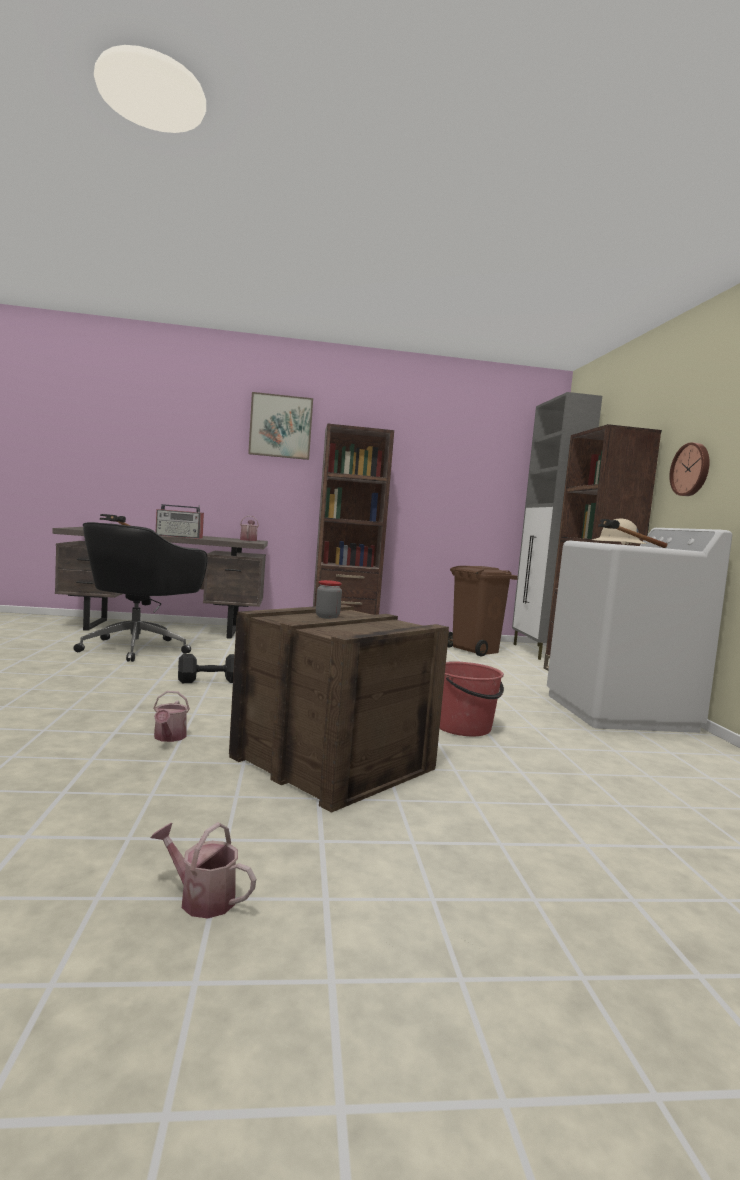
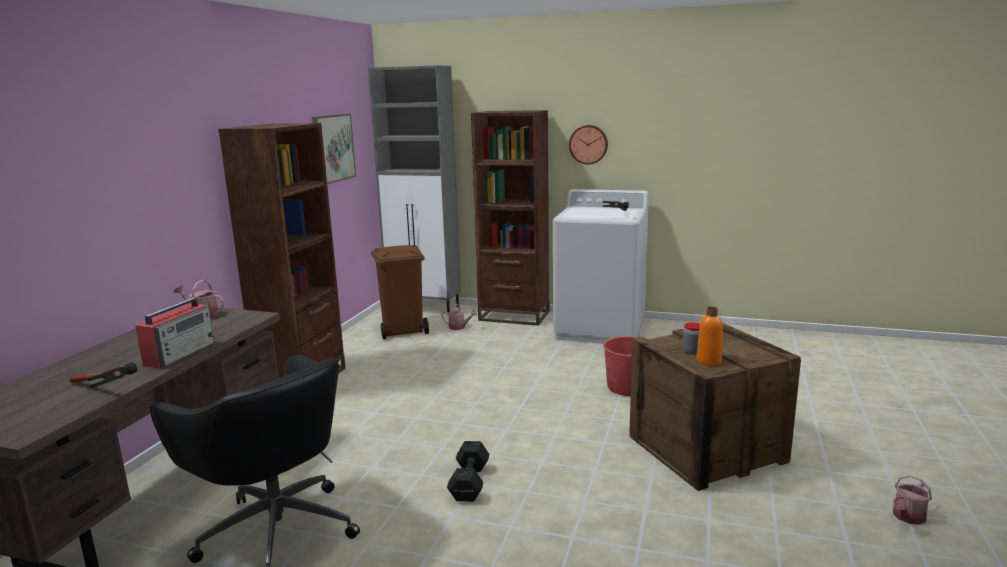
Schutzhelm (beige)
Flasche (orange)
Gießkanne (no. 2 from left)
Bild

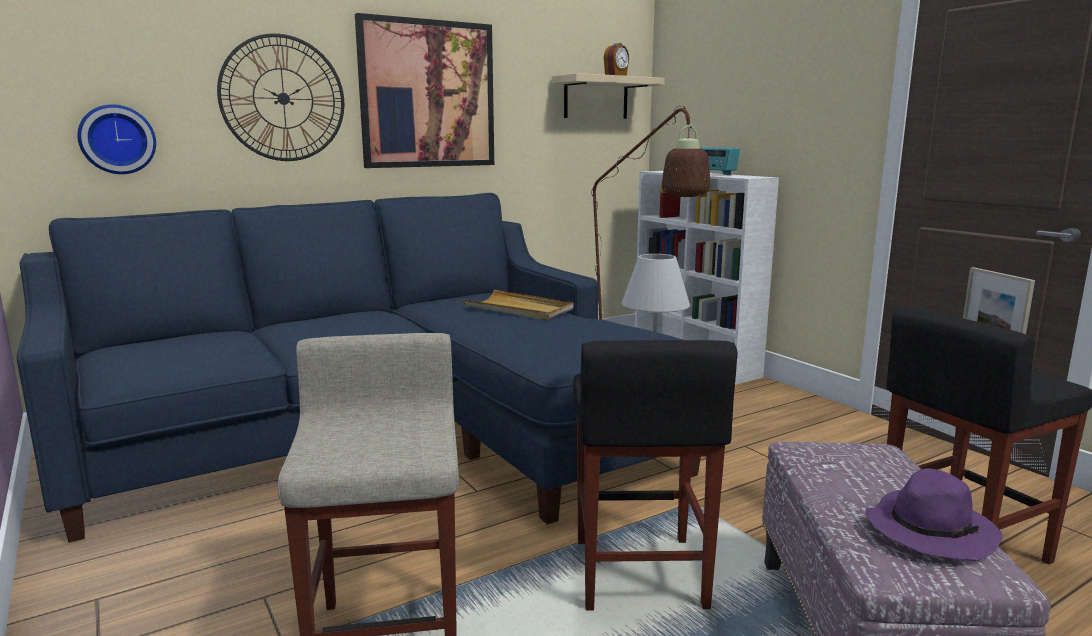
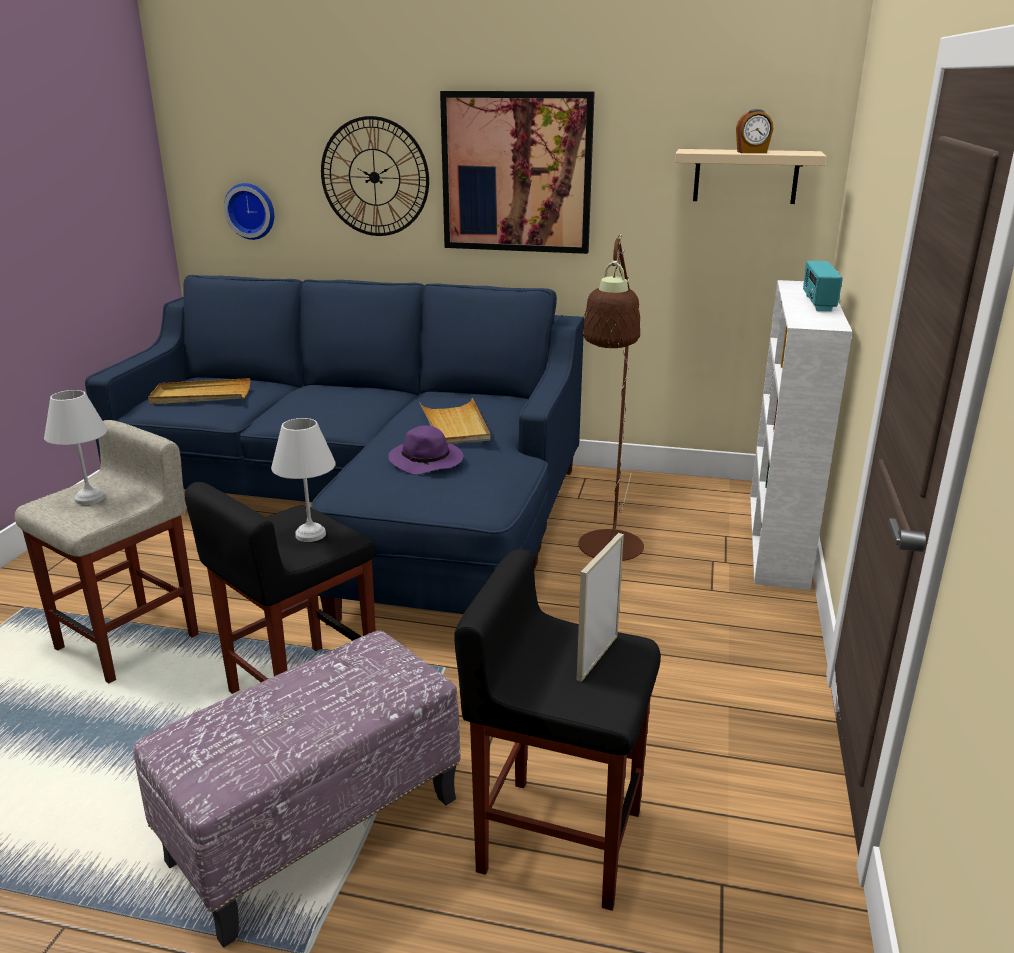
Tischlampe (weiß) (no. 1 from left)
Tablett (beige) (no. 1 from left)
Hut (lila)

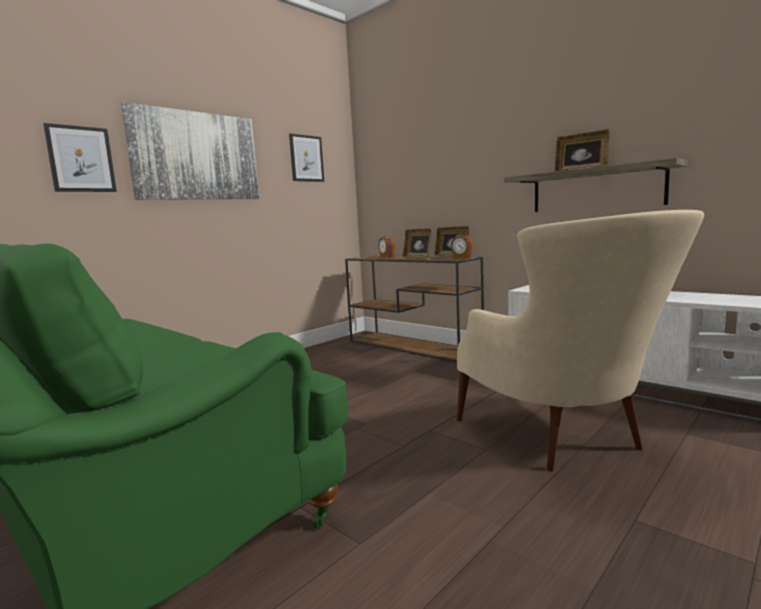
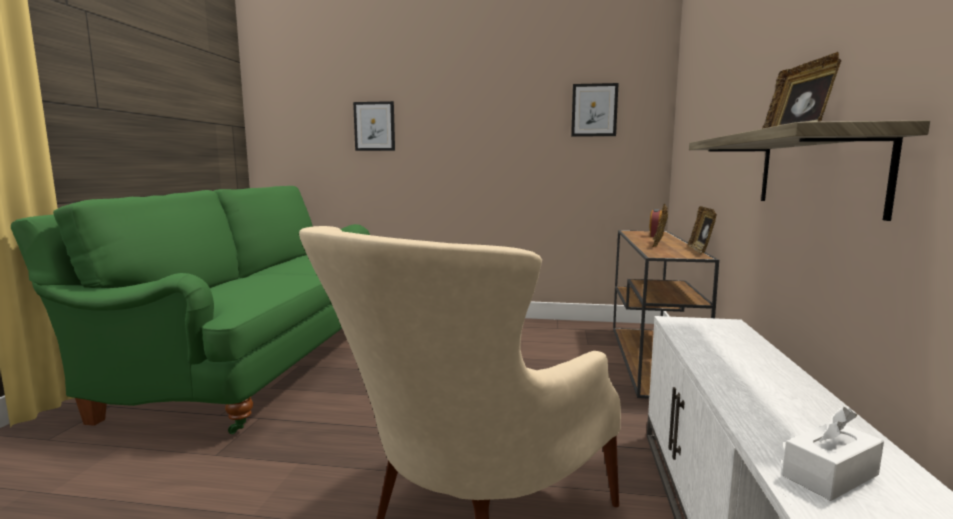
Bild (no. 2 from left in the first image)
Wecker (no. 2 from left in the first image)
Taschentuchbox (weiß)

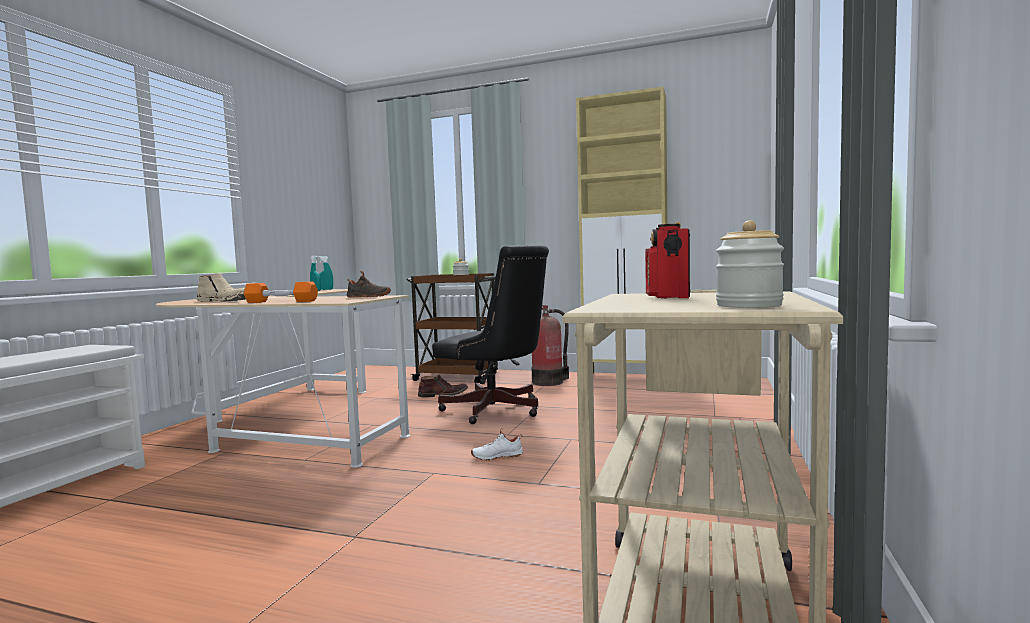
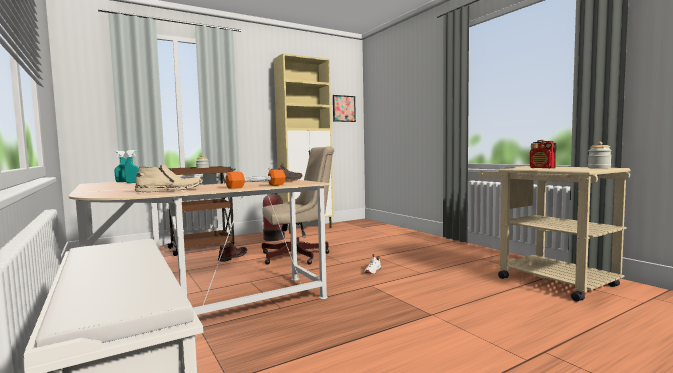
Bild
Bürostuhl (beige)

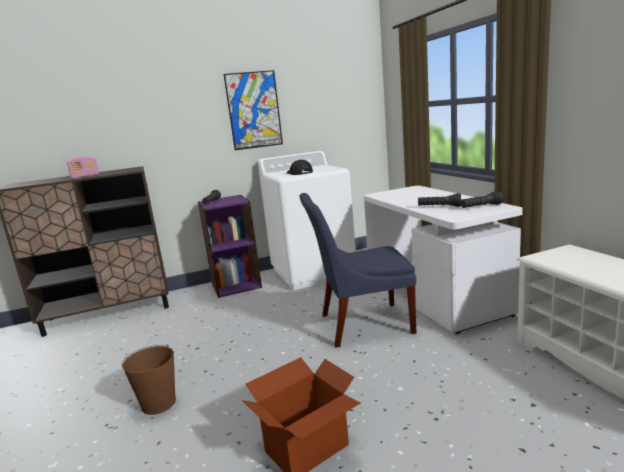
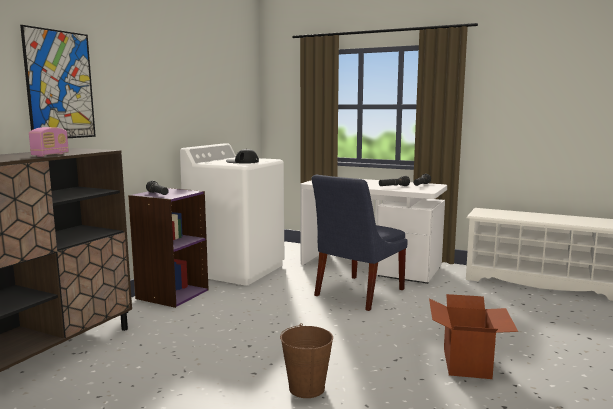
Bild

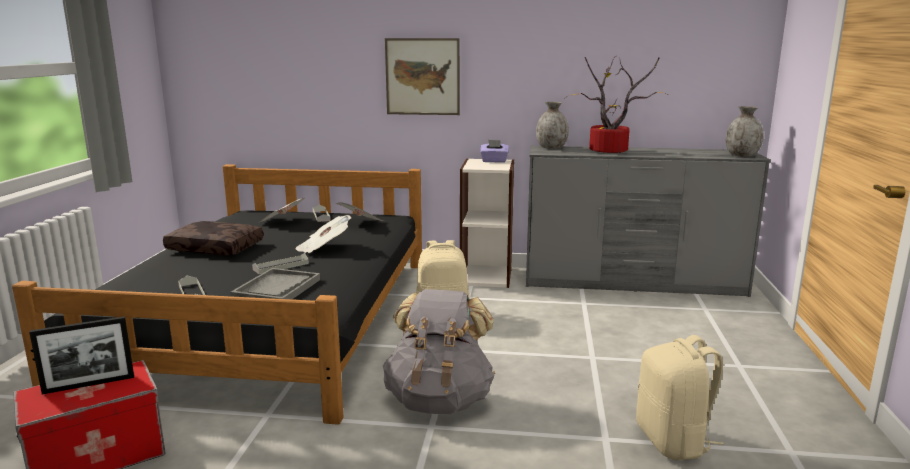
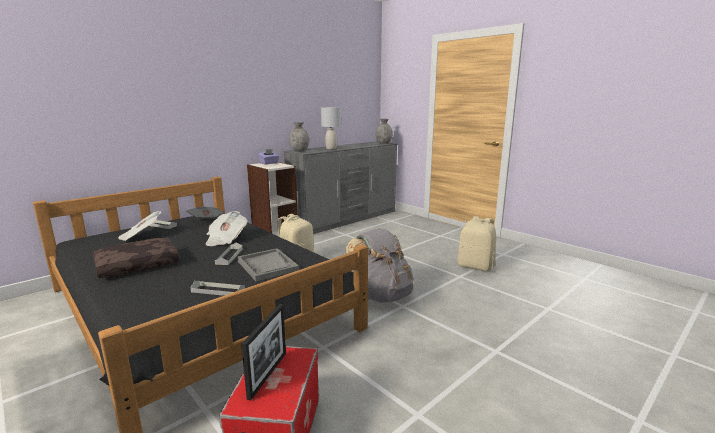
Bild
Tischlampe (grau)

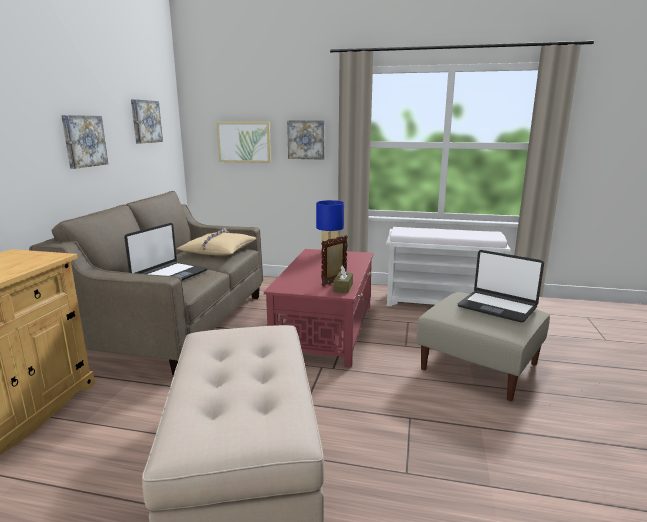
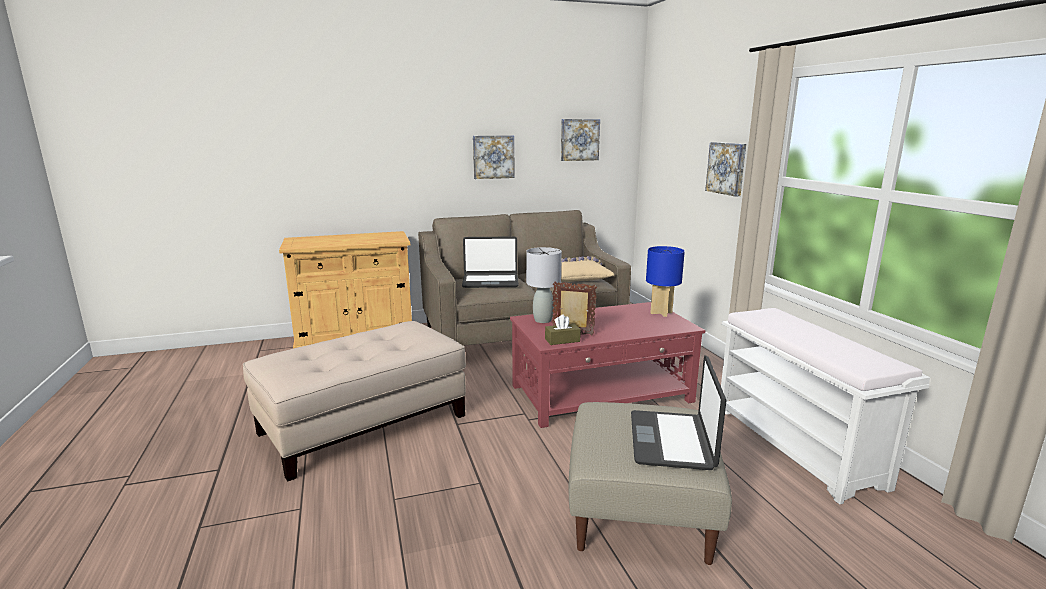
Bild (no. 3 from left in the first image)
Tischlampe (grau)

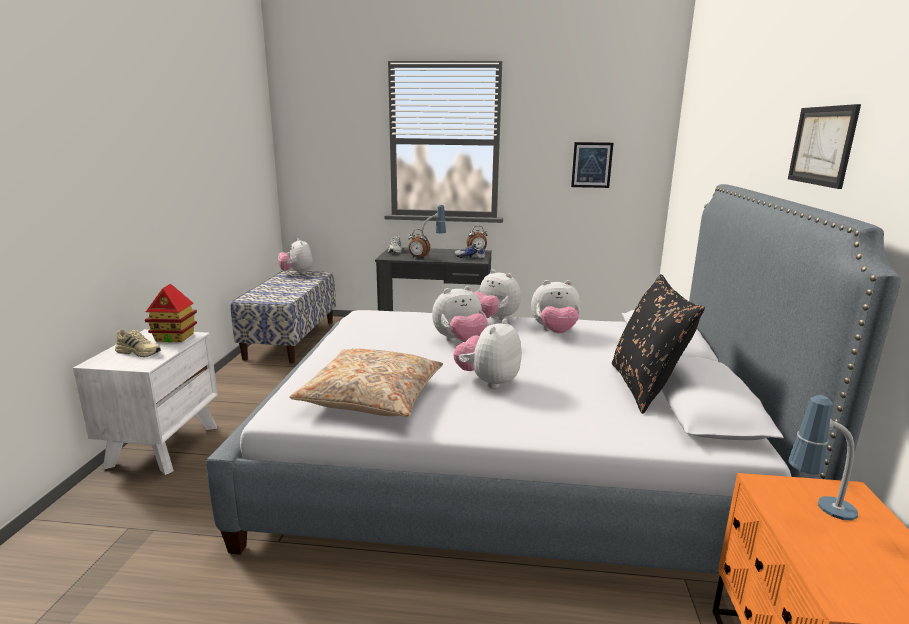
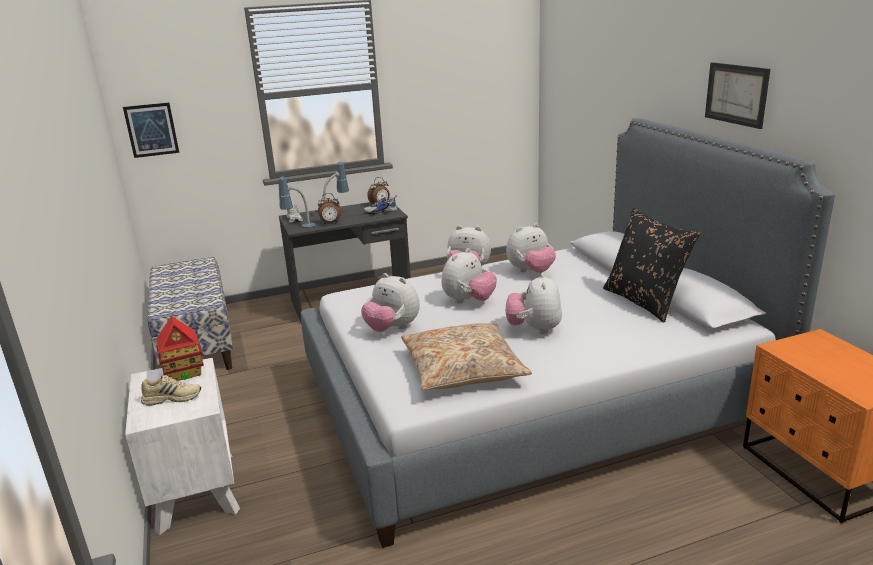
Plüschtier (no. 1 from left)
Bild (no. 1 from left)
Tischlampe (no. 1 from left)

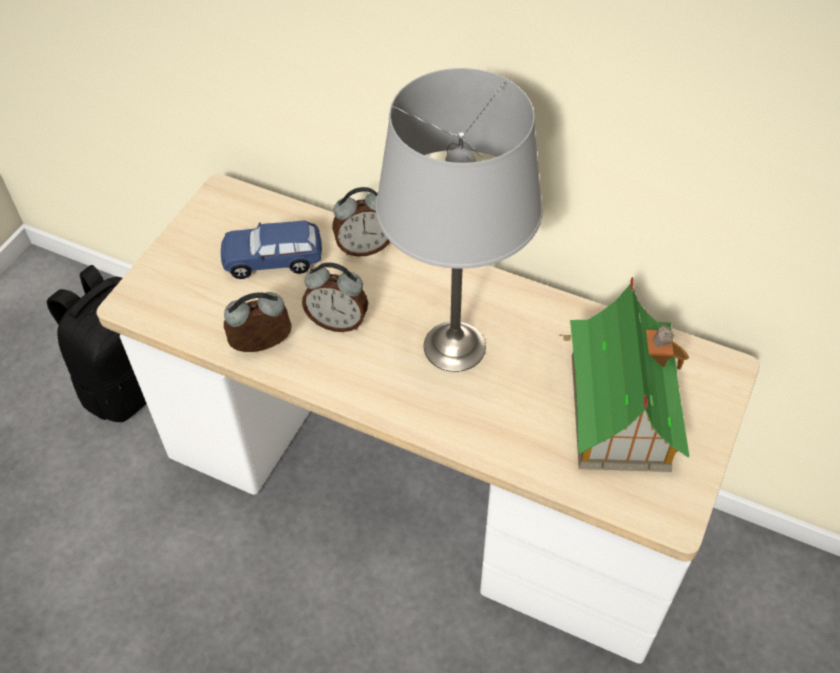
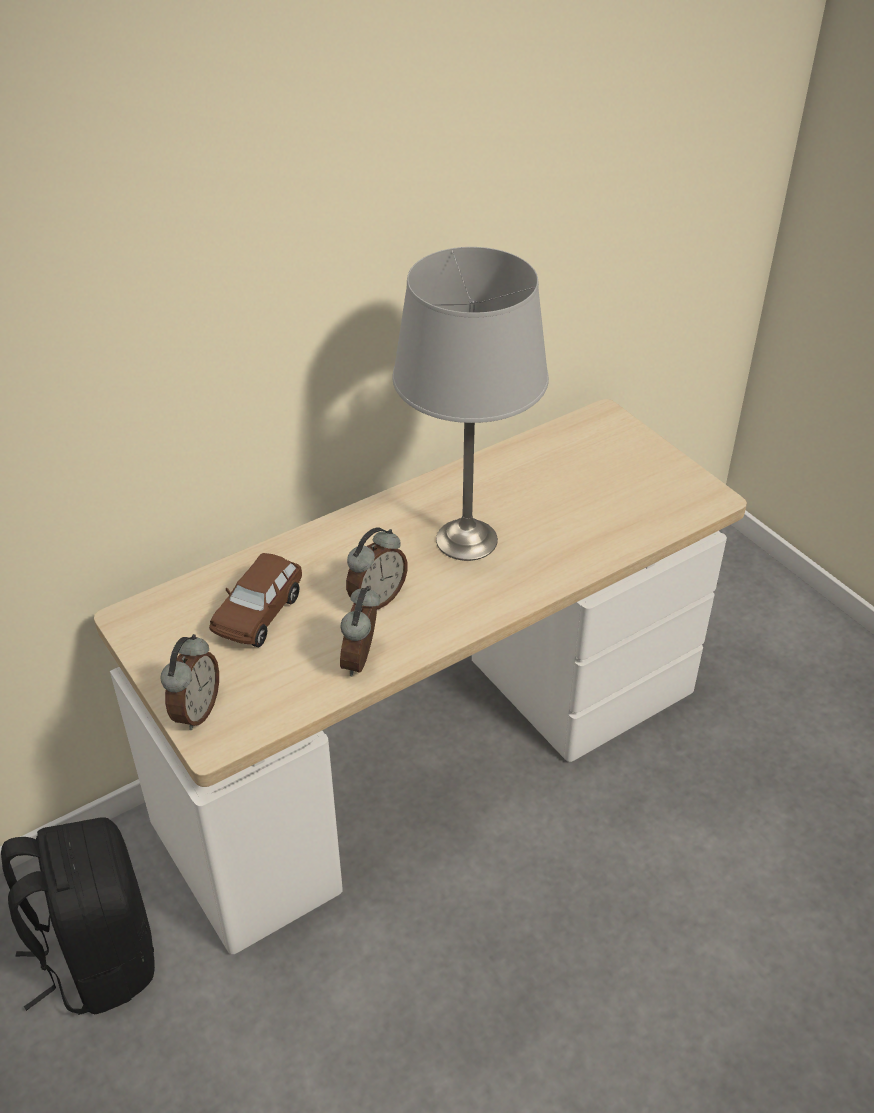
Spielzeughaus
Wecker (no. 1 from left)
Spielzeugauto (braun)

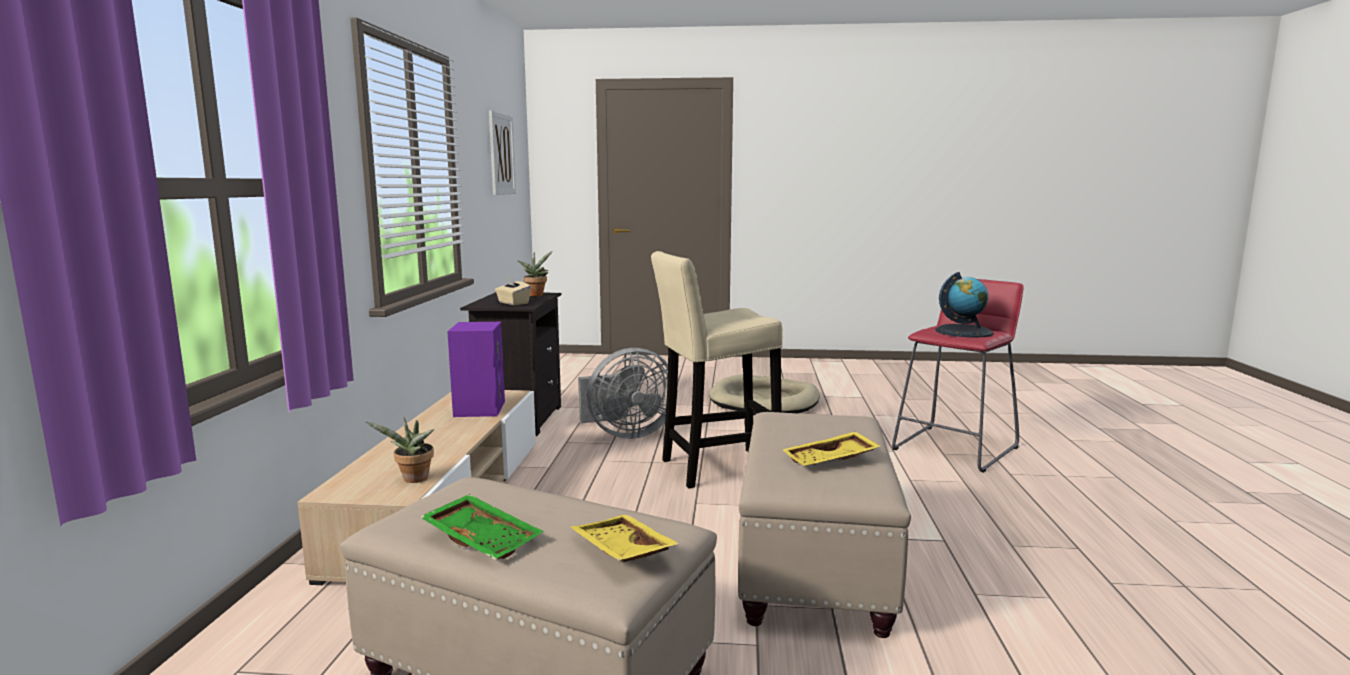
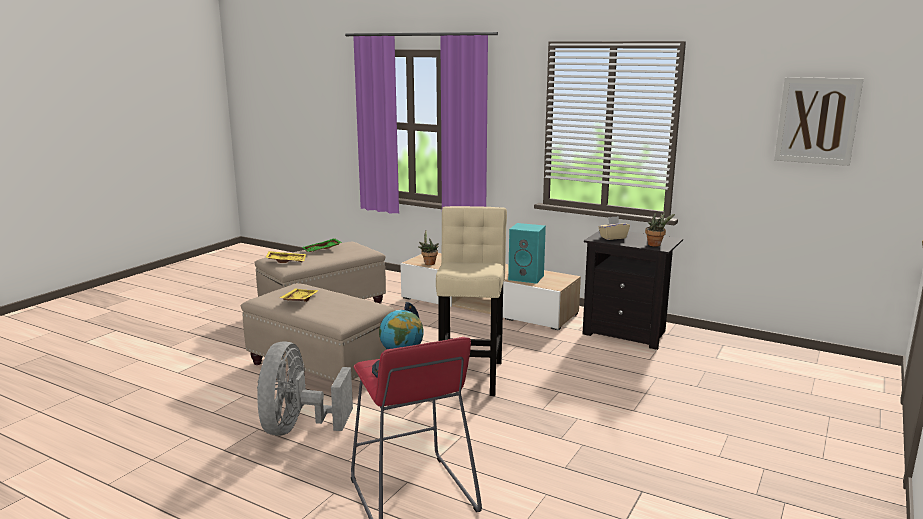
Hundebett (beige)
Ventilator (grau)
Lautsprecher (türkis)

